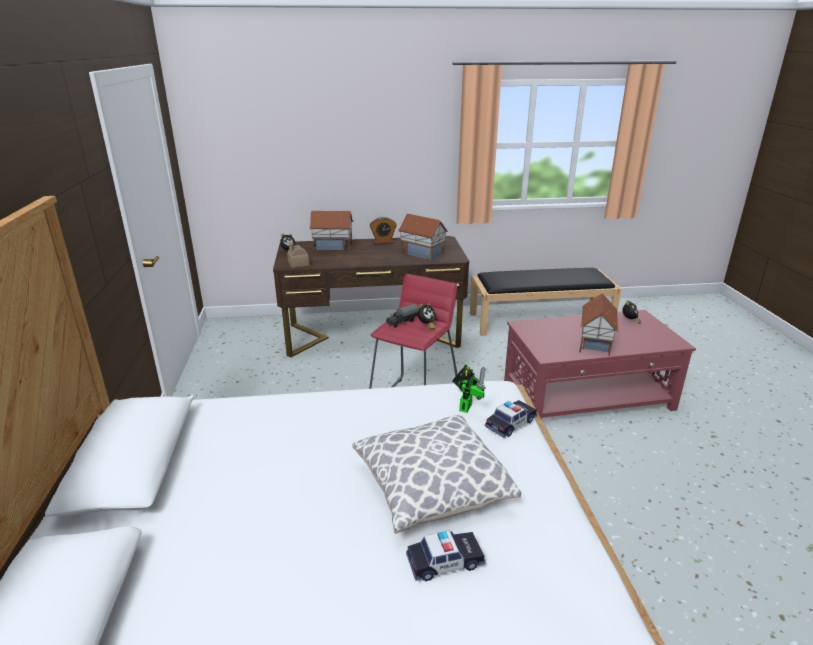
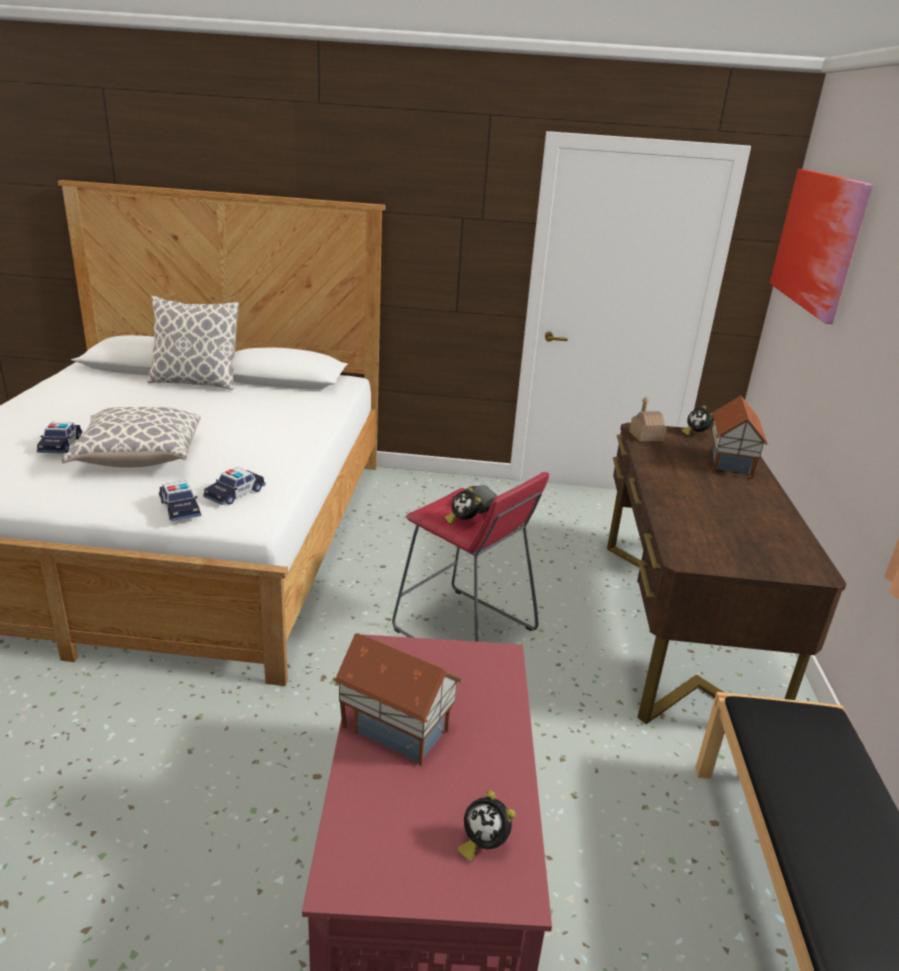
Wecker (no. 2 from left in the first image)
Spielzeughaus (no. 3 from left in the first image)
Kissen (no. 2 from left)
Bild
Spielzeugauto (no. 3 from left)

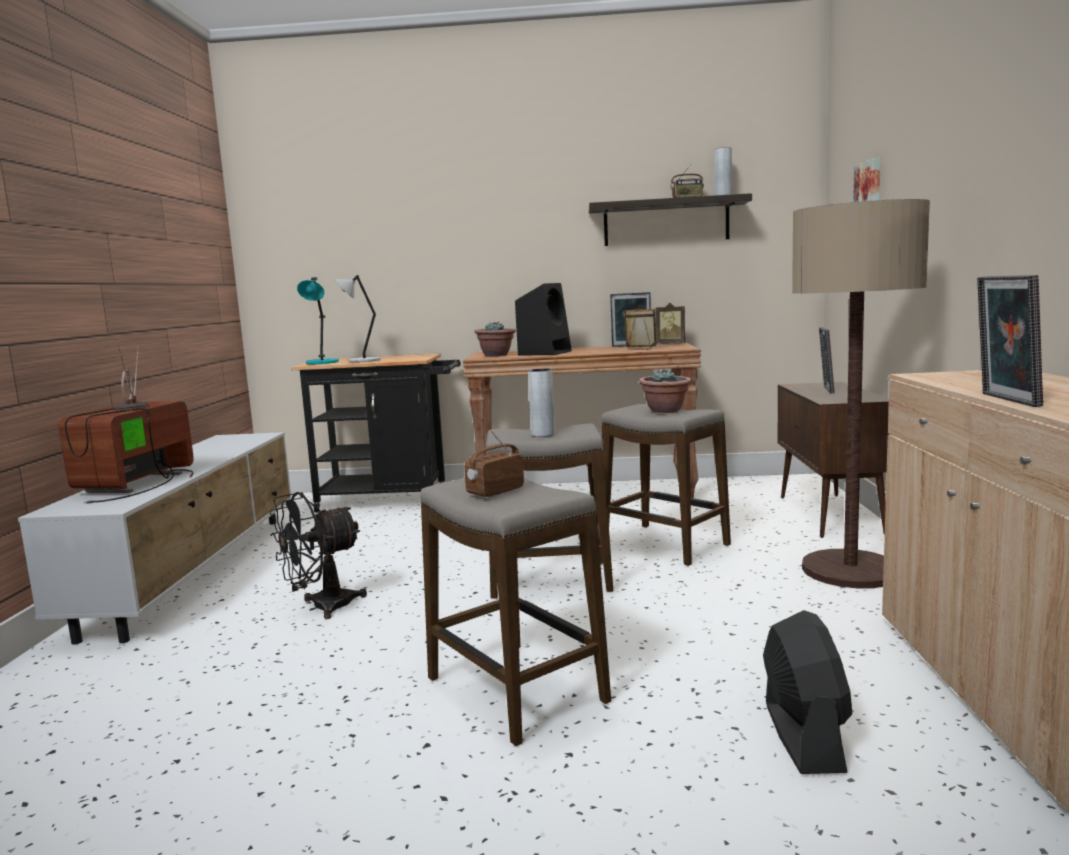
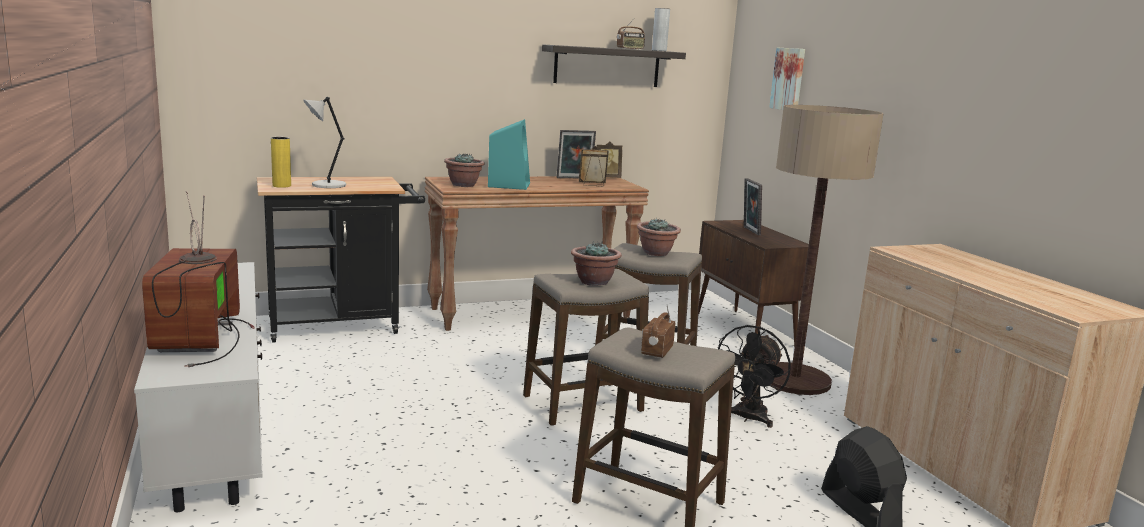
Bilderrahmen (no. 5 from left in the first image)
Ventilator (schwarz) (no. 1 from left)
Vase (gelb)
Topfpflanze (no. 2 from left)
Lautsprecher (türkis)

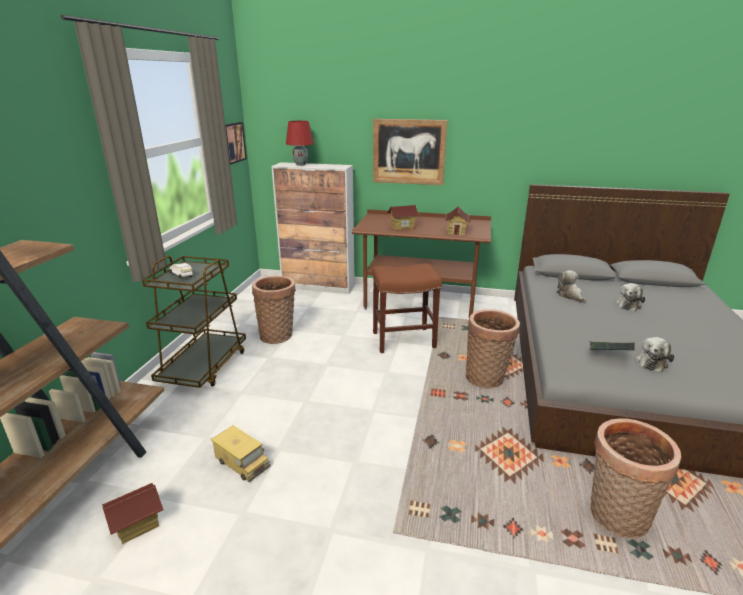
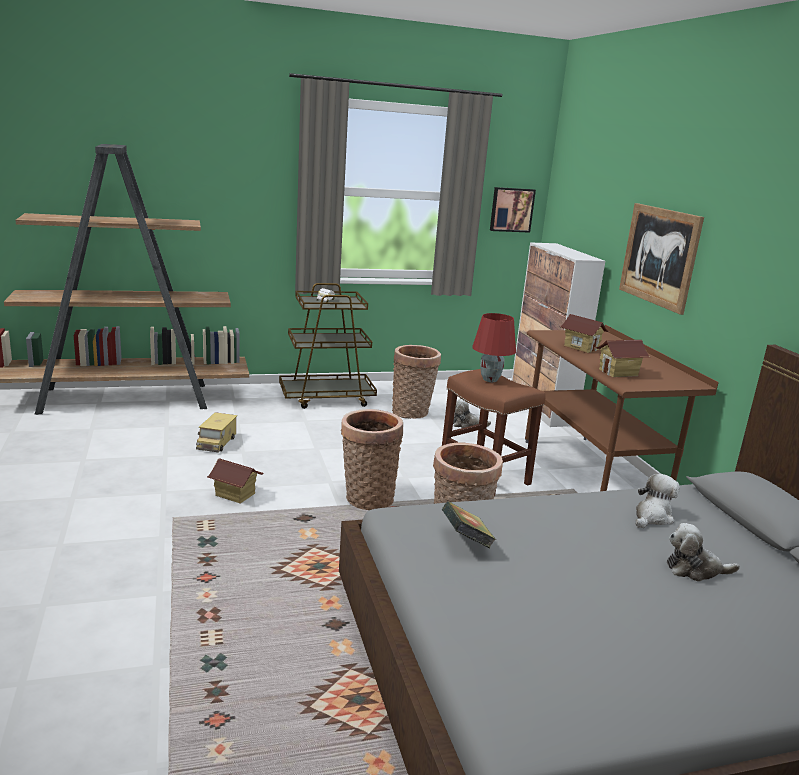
Spielzeughaus (no. 1 from left)
Tischlampe (rot)
Korb (no. 1 from left)
Plüschtier (no. 1 from left)

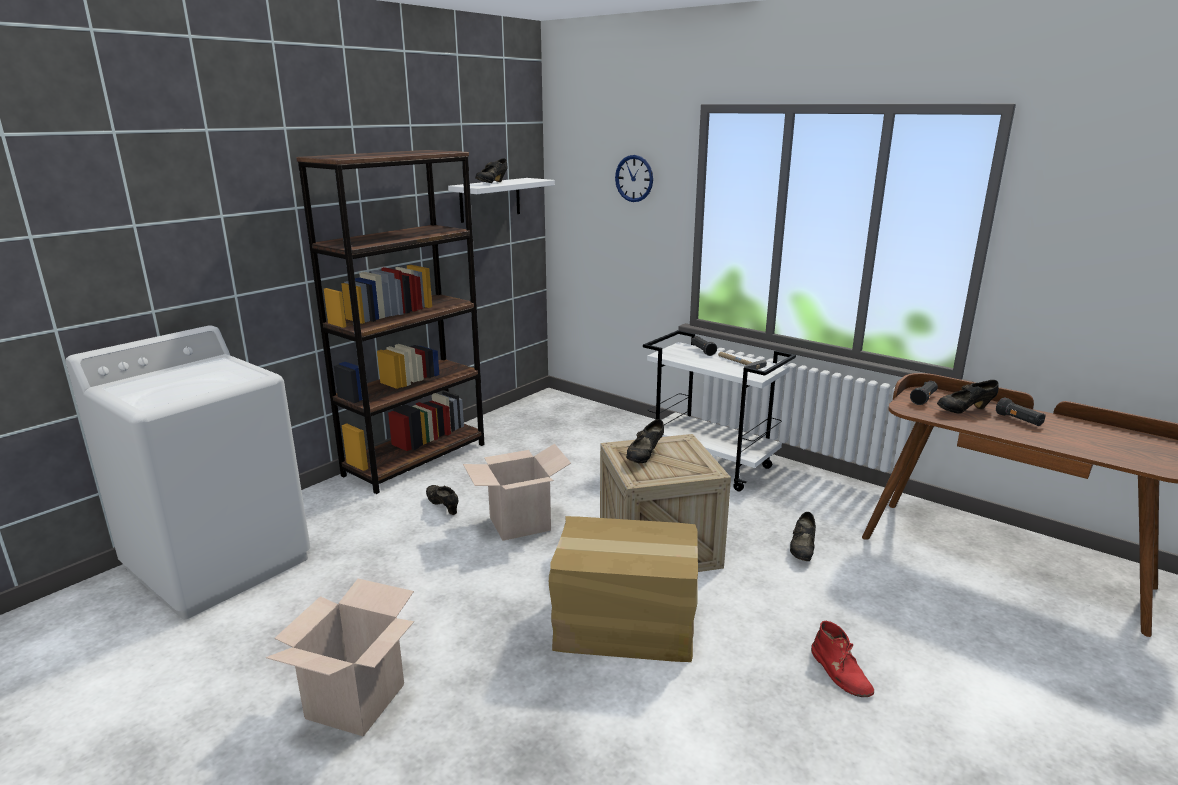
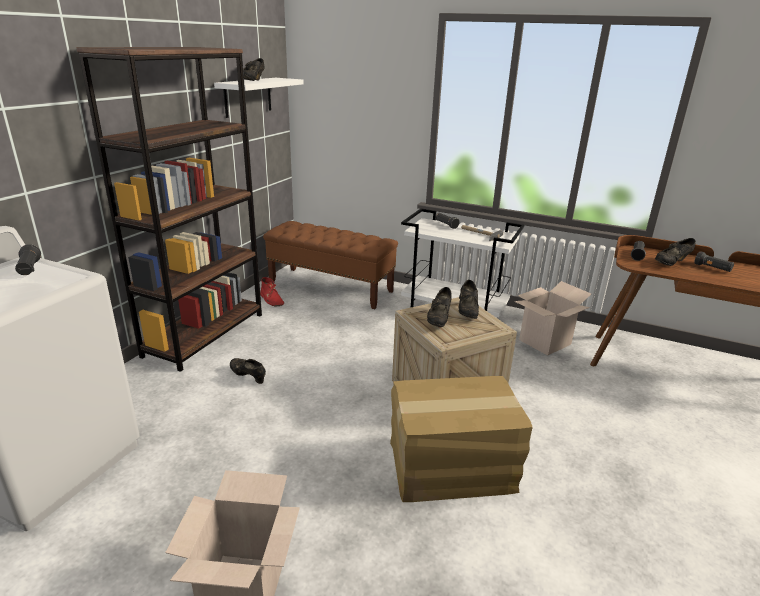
Wanduhr
Taschenlampe (schwarz) (no. 1 from left)
Bank (braun)
Karton (no. 3 from left)
Schuh (schwarz) (no. 4 from left)
Stiefel (rot)

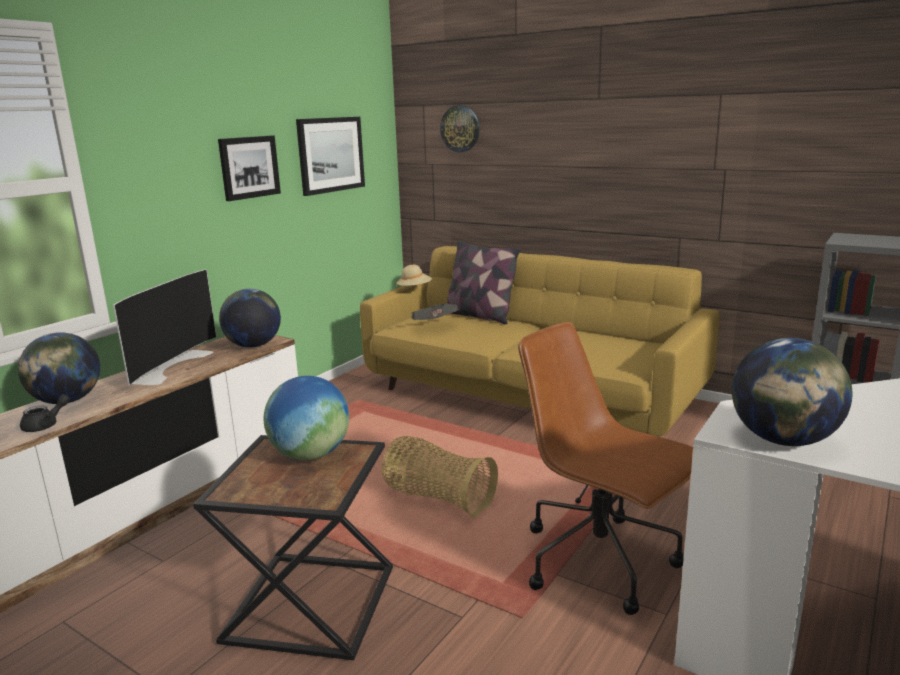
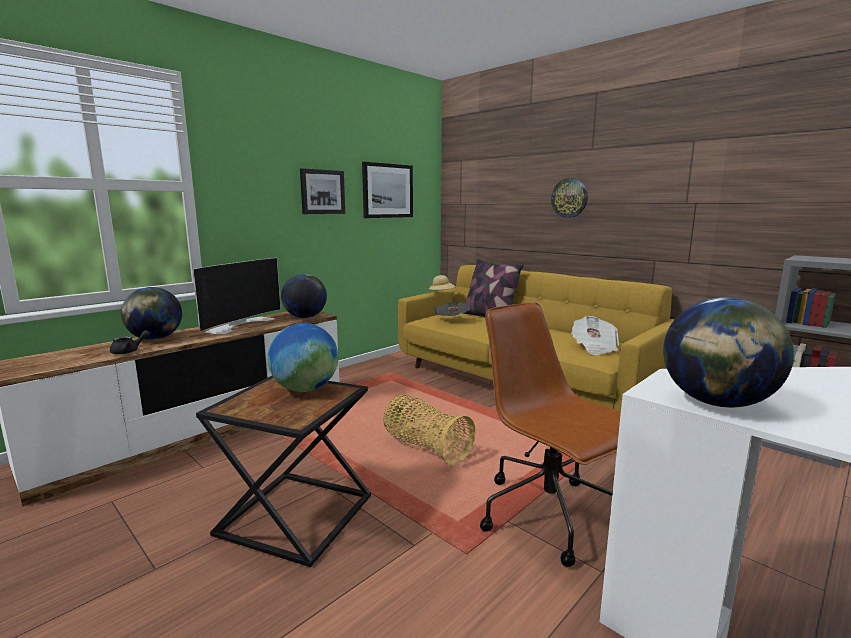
Zeitung (no. 2 from left)
Wanduhr

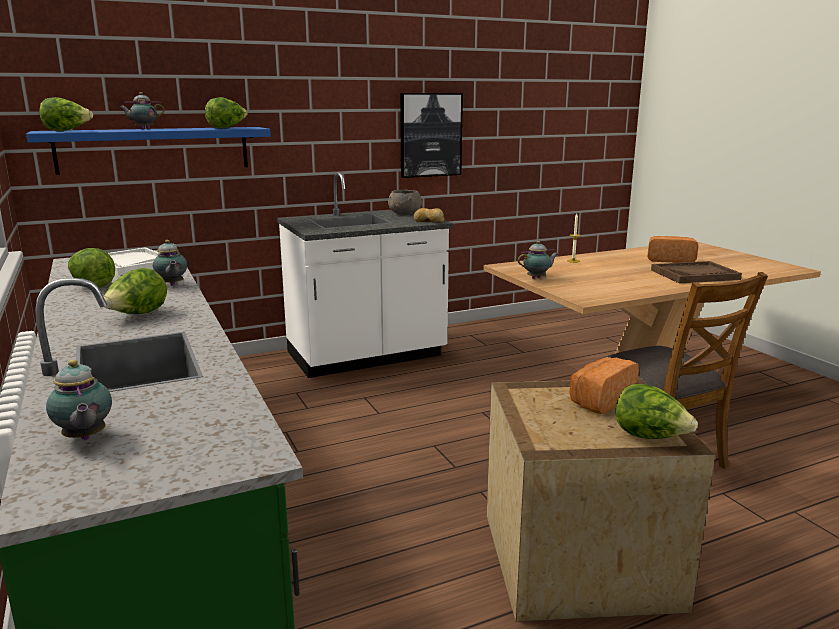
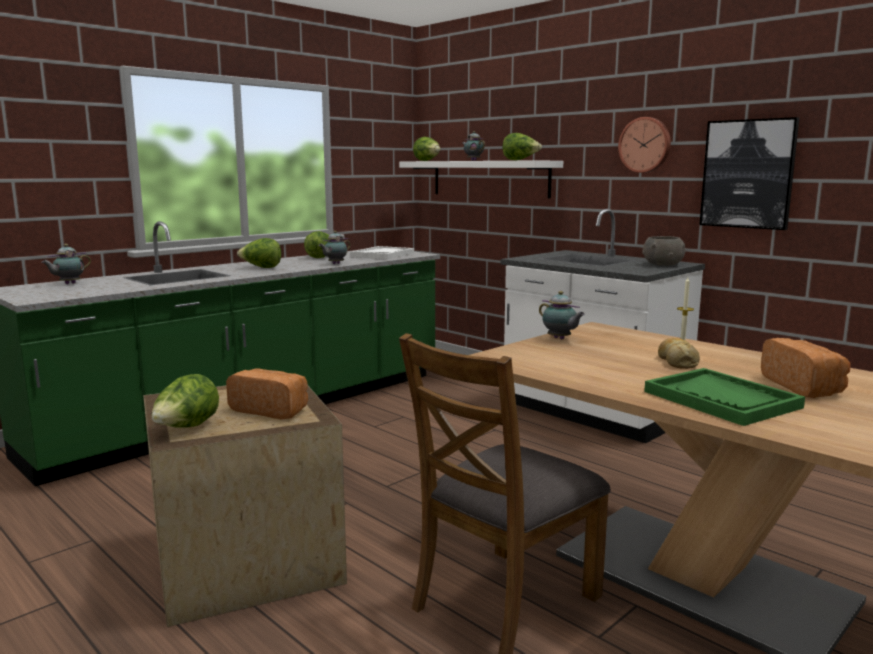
Wanduhr
Brot (no. 2 from left)
Wandregal (weiß)
Tablett (grün)

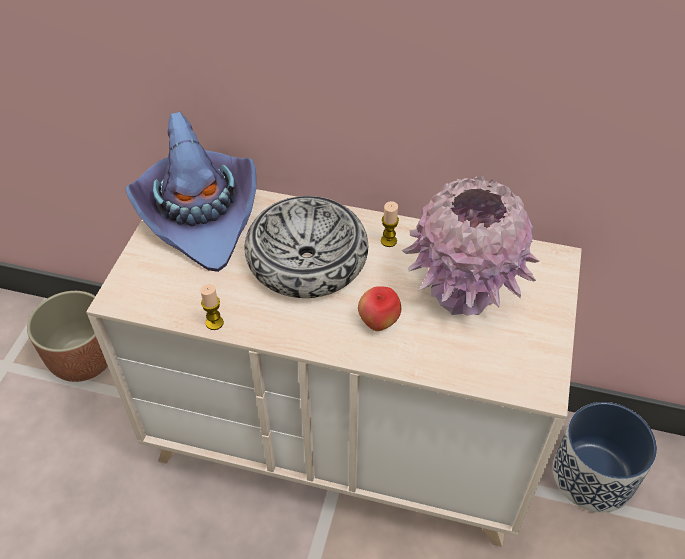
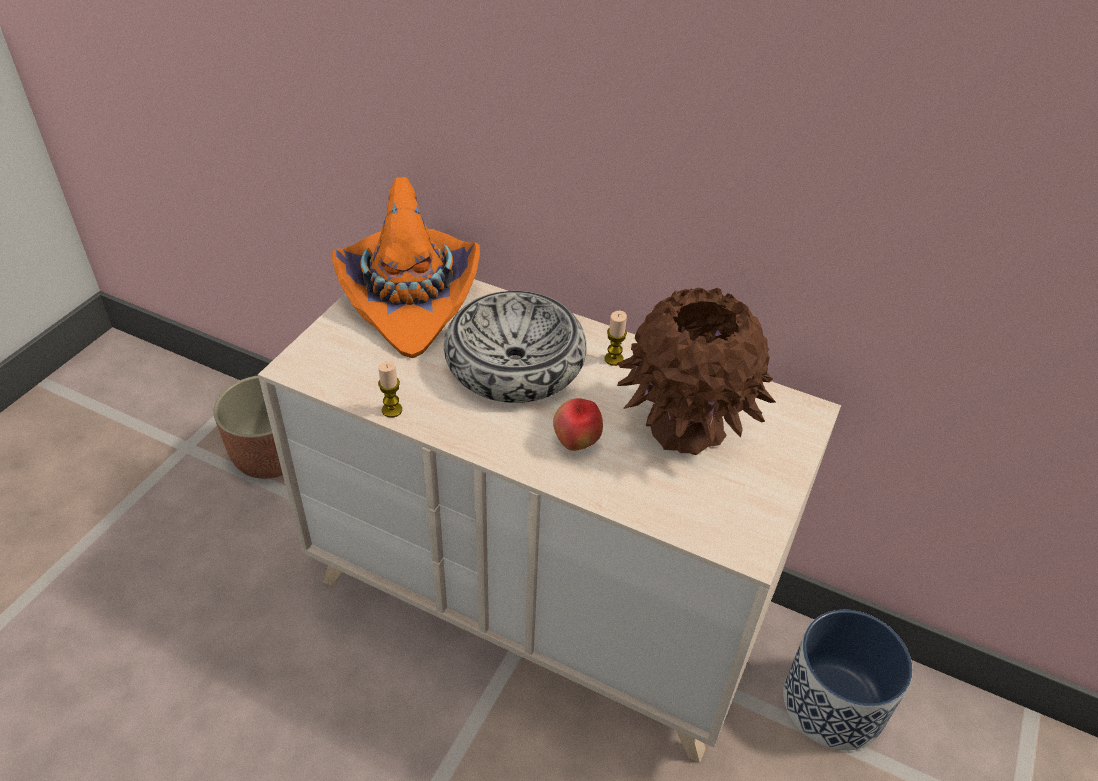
Hut (orange)
Vase (braun)

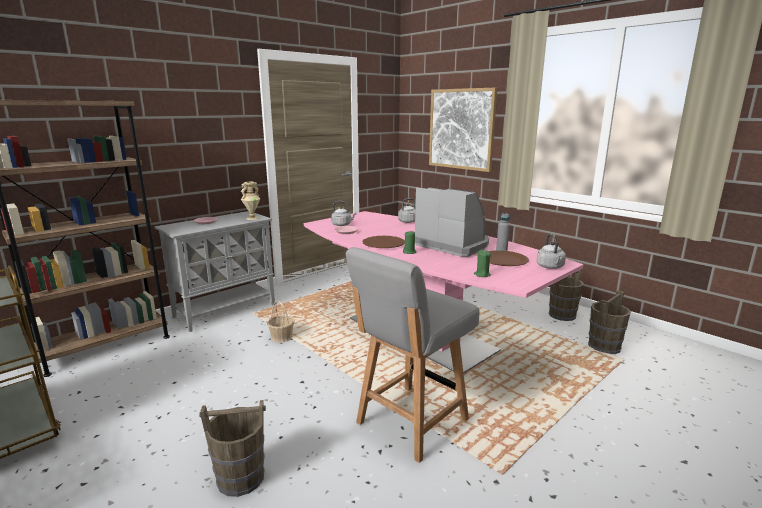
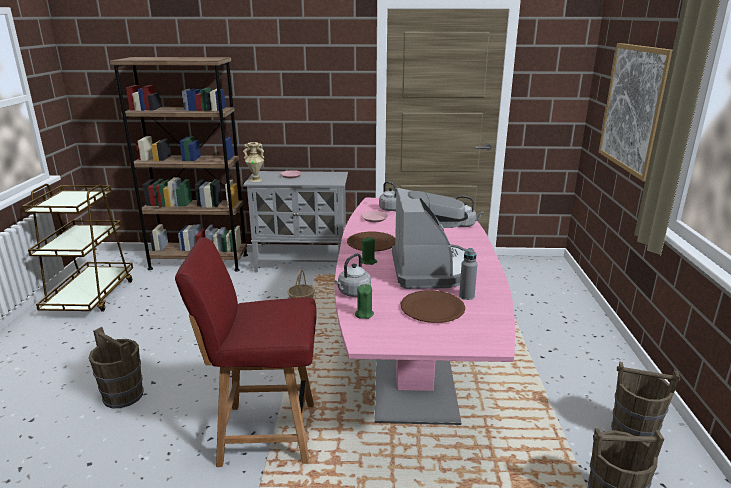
Vase (beige)
Wasserkessel (grau) (no. 1 from left)
Stuhl (rot)

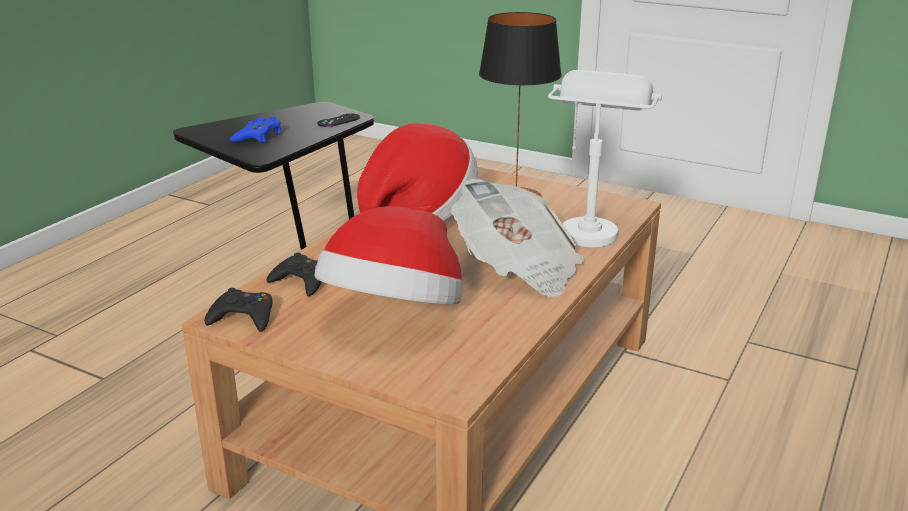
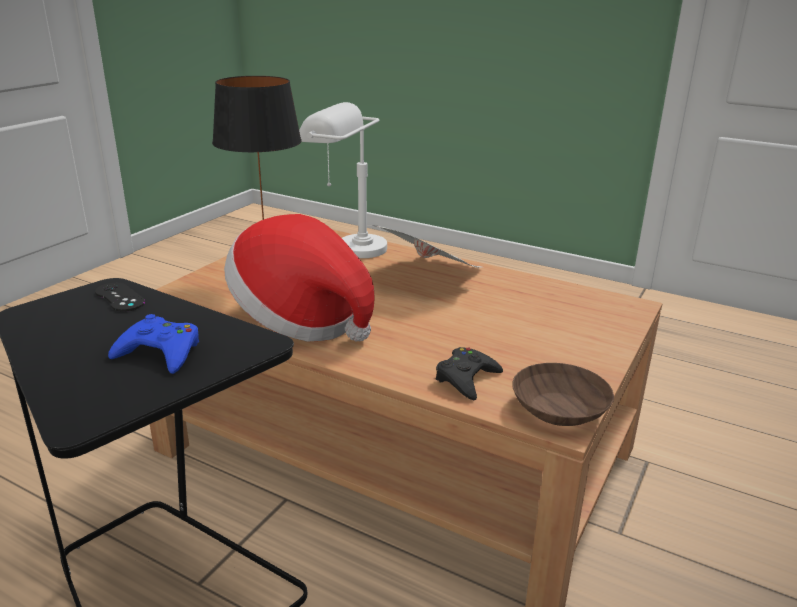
Hut (no. 1 from left in the first image)
Schüssel (braun)

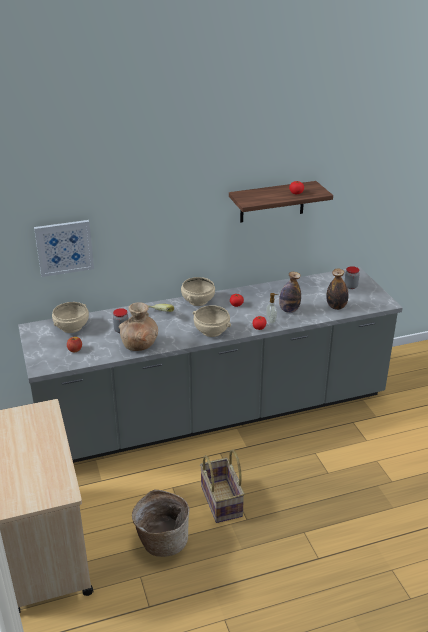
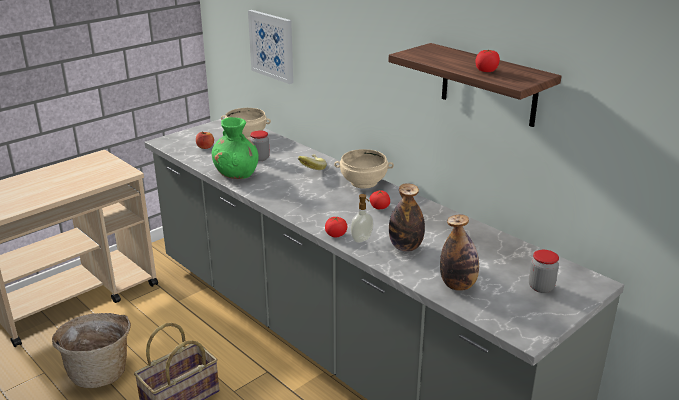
Schüssel (beige) (no. 3 from left in the first image)
Vase (grün)

